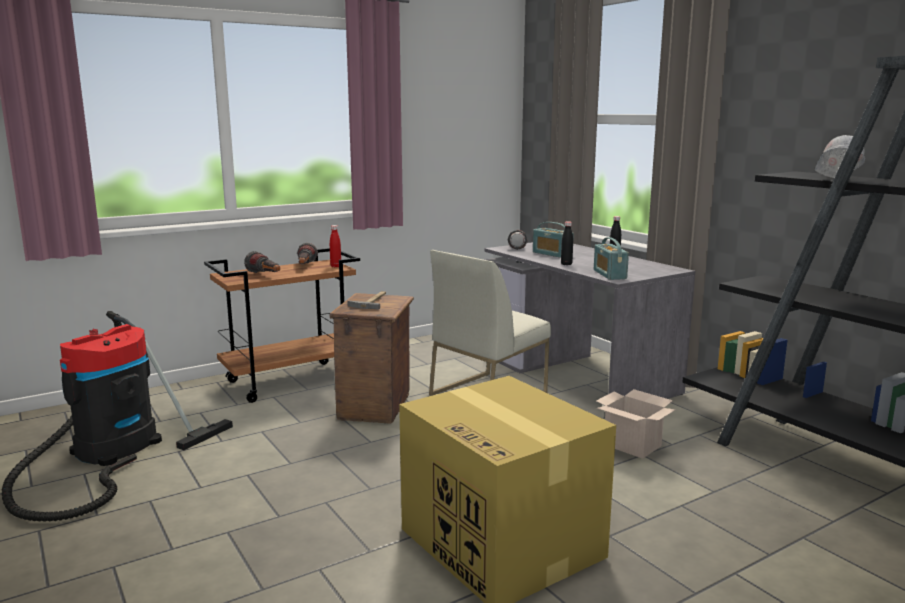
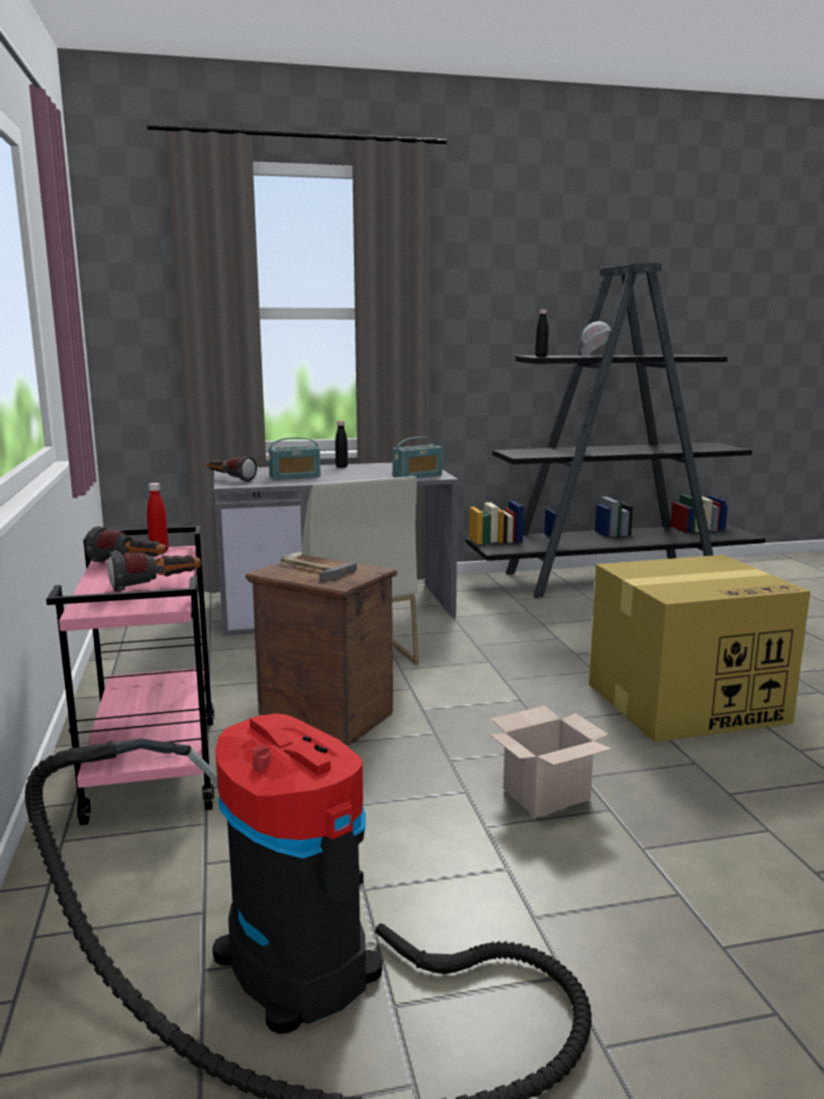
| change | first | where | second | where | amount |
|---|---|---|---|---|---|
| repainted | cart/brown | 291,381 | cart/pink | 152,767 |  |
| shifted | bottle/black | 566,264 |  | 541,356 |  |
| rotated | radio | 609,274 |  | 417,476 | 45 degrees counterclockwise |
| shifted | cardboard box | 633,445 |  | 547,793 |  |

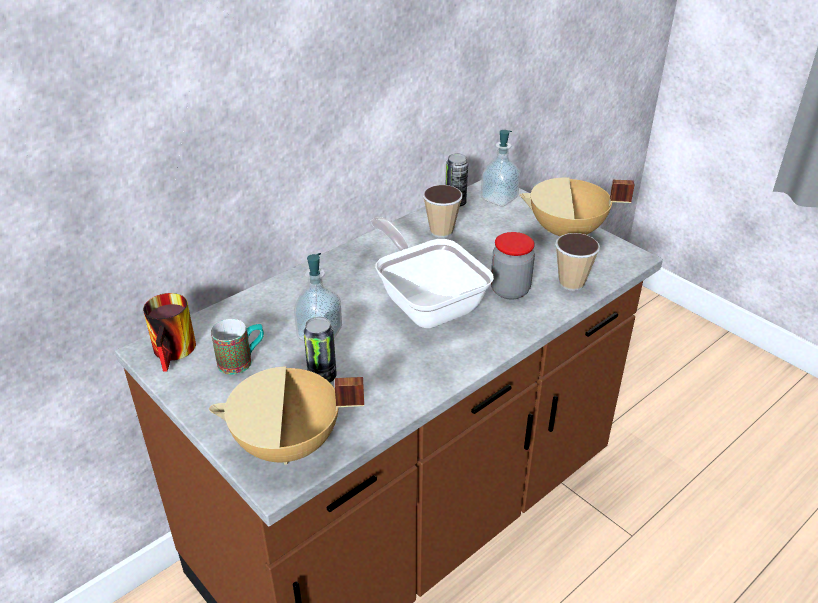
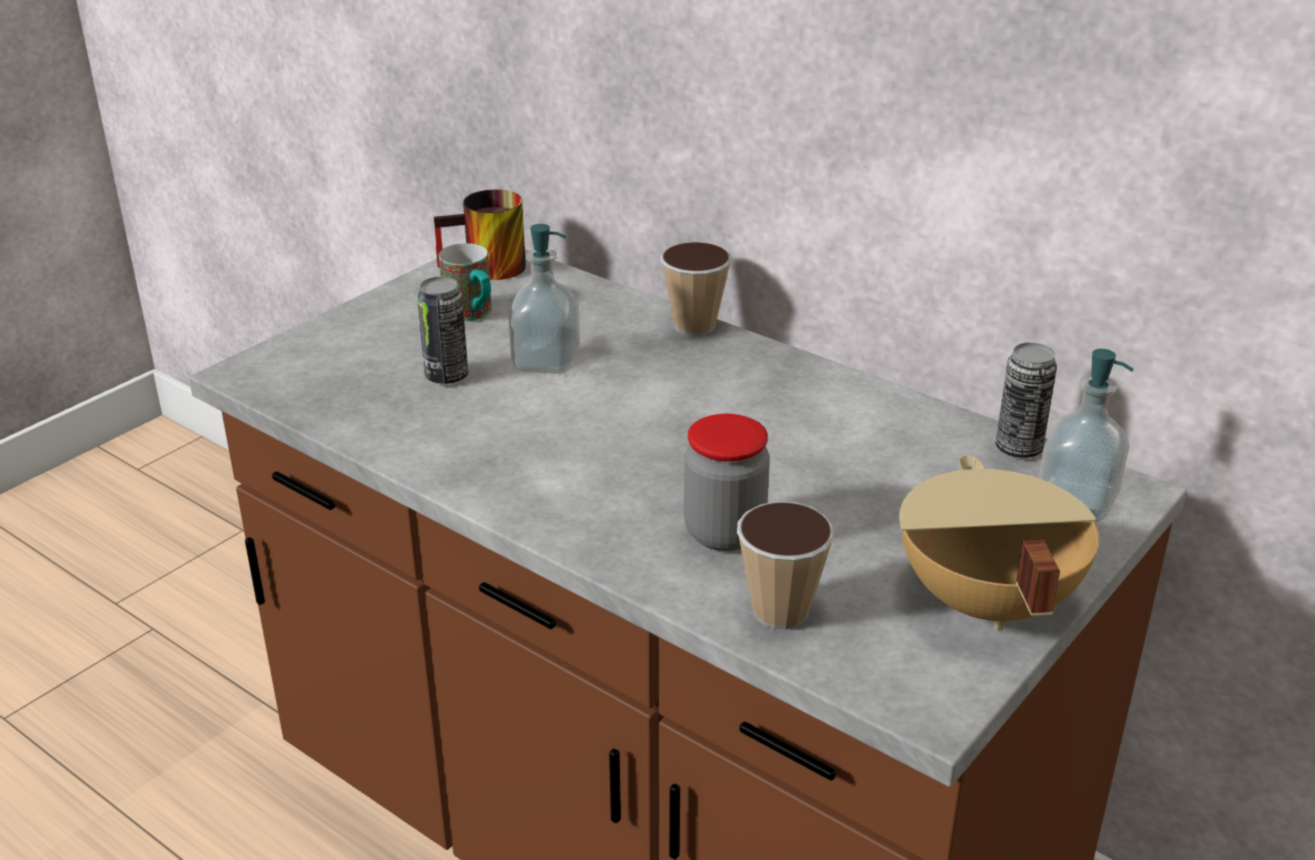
| change | first | where | second | where | amount |
|---|---|---|---|---|---|
| gone | cooking pot/beige | 288,446 |  |  |  |
| gone | frying pan | 427,303 |  |  |  |
| shifted | cup | 441,231 |  | 694,326 |  |

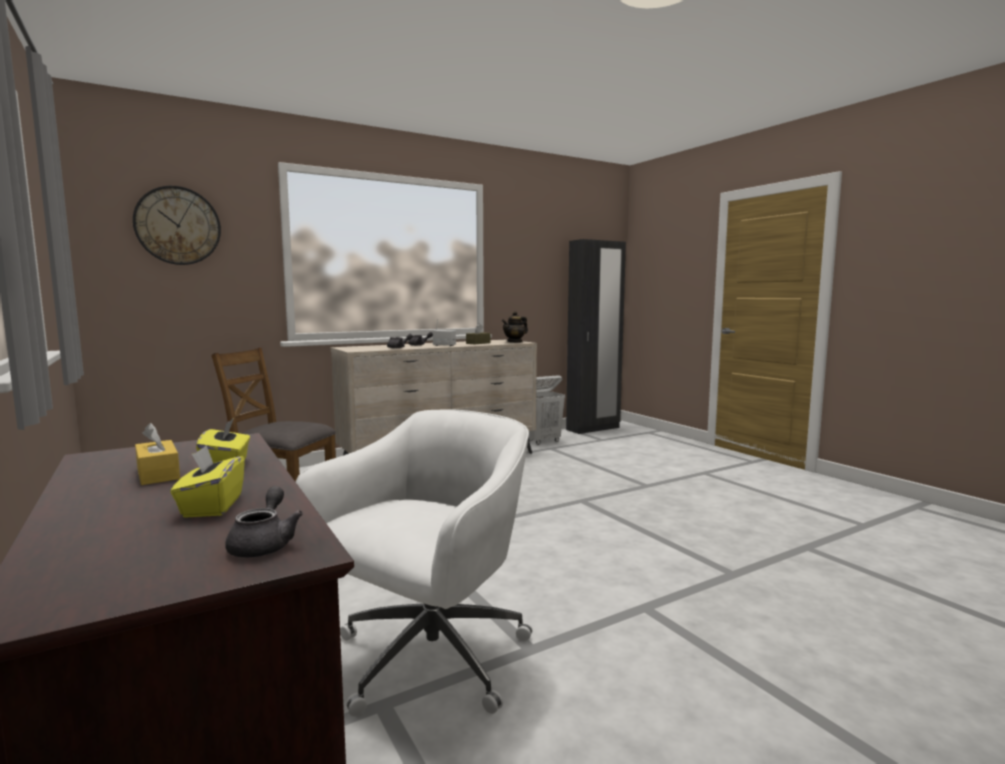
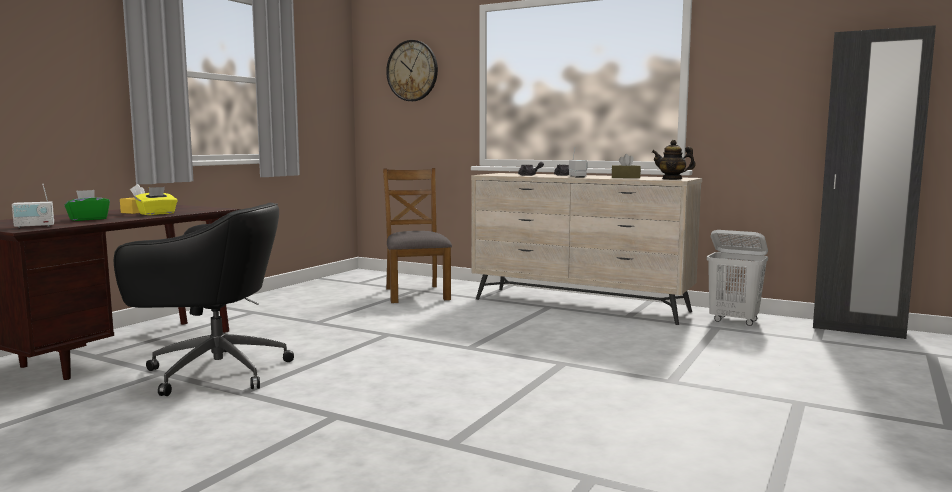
| change | first | where | second | where | amount |
|---|---|---|---|---|---|
| repainted | tissue box/yellow | 211,506 | tissue box/green | 88,219 |  |
| swapped | teapot/grey | 264,544 | radio | 34,226 |  |
| repainted | office chair/white | 427,659 | office chair/black | 213,372 |  |

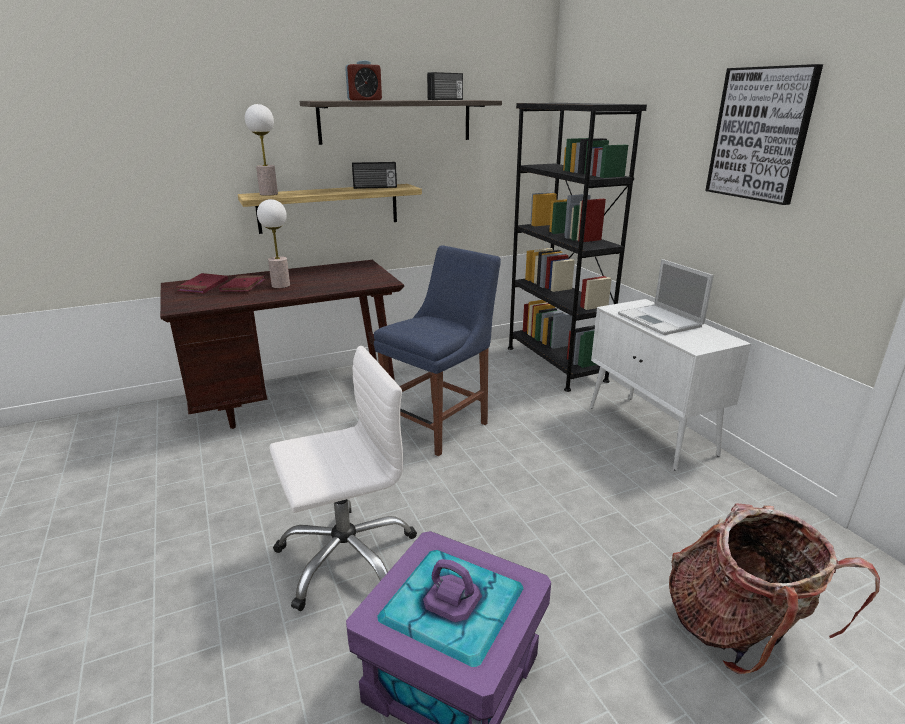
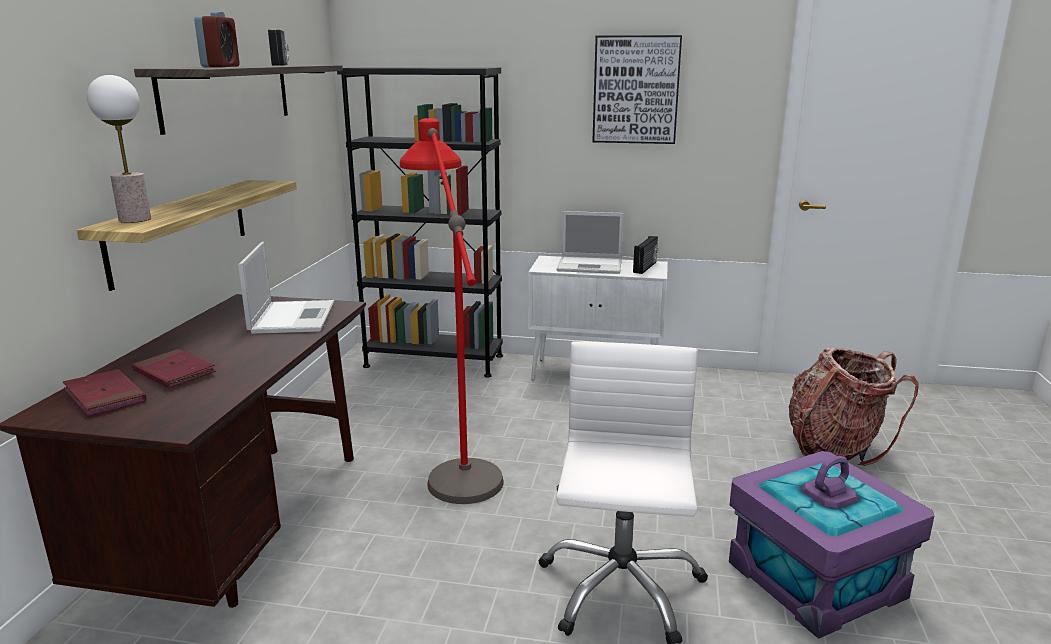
| change | first | where | second | where | amount |
|---|---|---|---|---|---|
| gone | table lamp | 280,285 |  |  |  |
| shifted | radio | 375,187 |  | 646,267 |  |
| swapped | chair/blue | 440,425 | floor lamp/red | 455,456 |  |
| new |  |  | laptop | 293,317 |  |

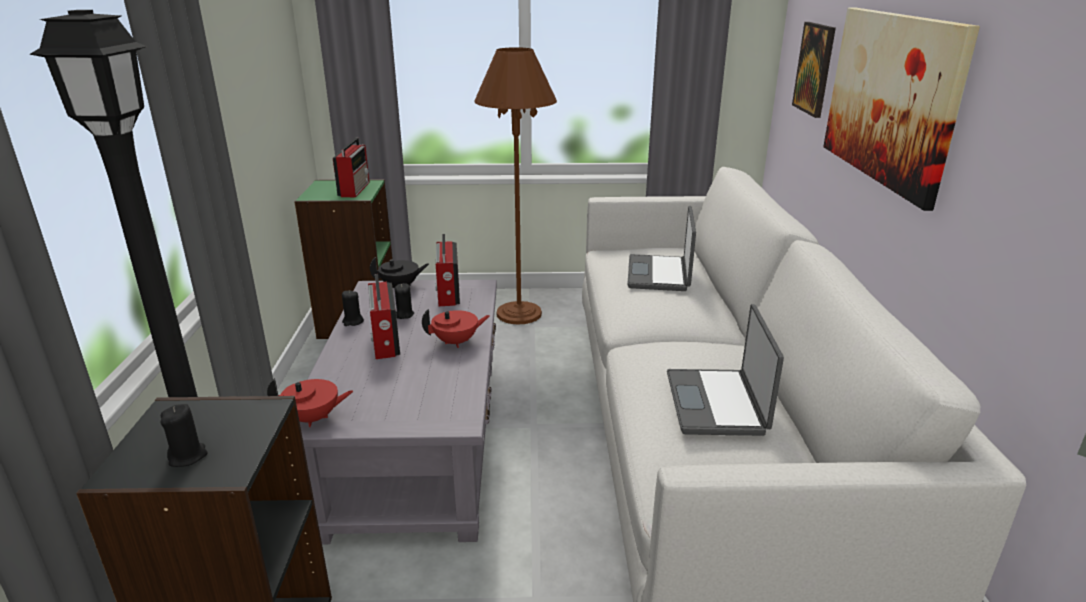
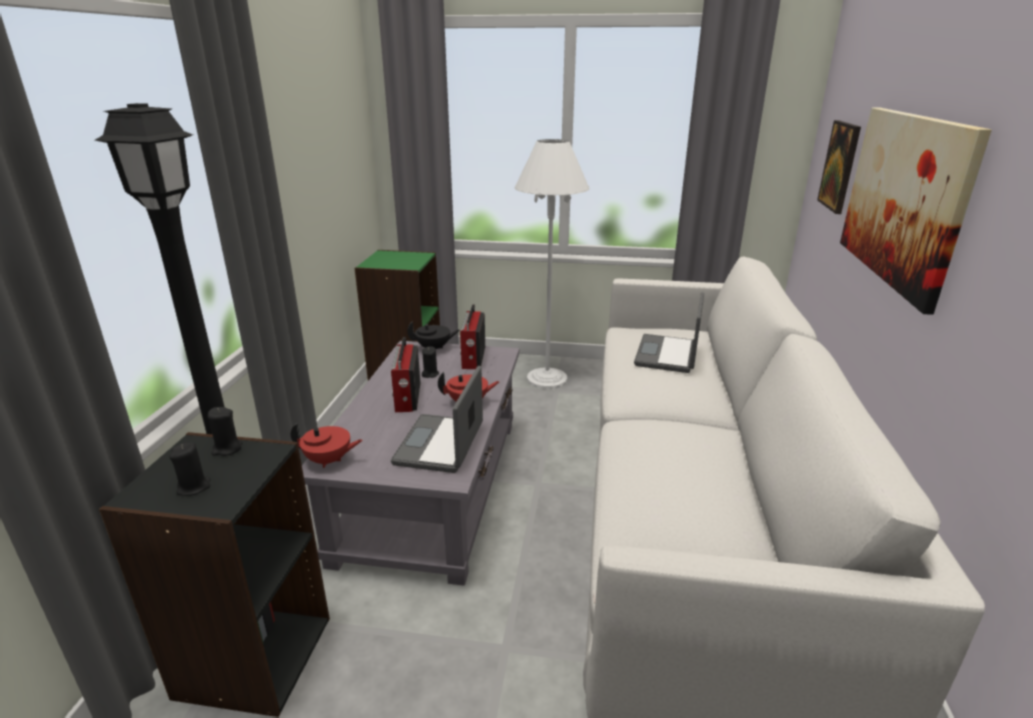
| change | first | where | second | where | amount |
|---|---|---|---|---|---|
| gone | radio | 355,189 |  |  |  |
| shifted | candle/black | 353,321 |  | 227,449 |  |
| repainted | floor lamp/brown | 519,313 | floor lamp/white | 547,379 |  |
| shifted | laptop | 717,403 |  | 441,444 |  |

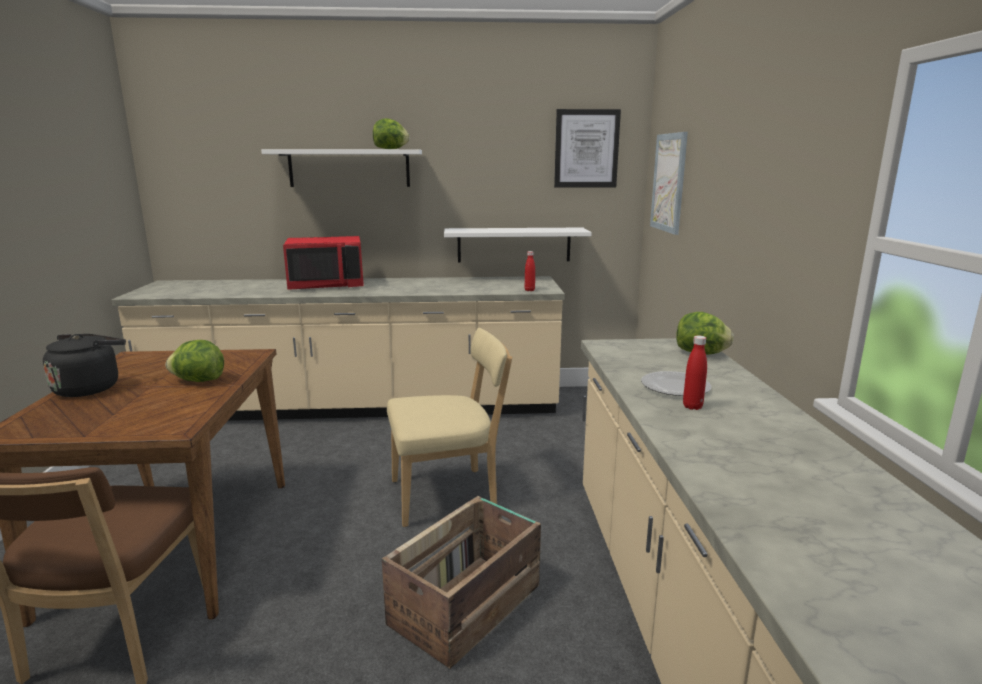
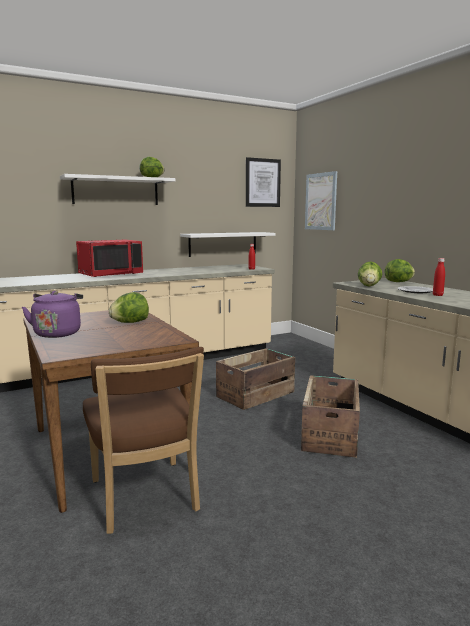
| change | first | where | second | where | amount |
|---|---|---|---|---|---|
| repainted | kettle/black | 90,388 | kettle/purple | 58,333 |  |
| swapped | chair/beige | 449,495 | crate | 256,394 |  |
| new |  |  | lettuce | 369,286 |  |

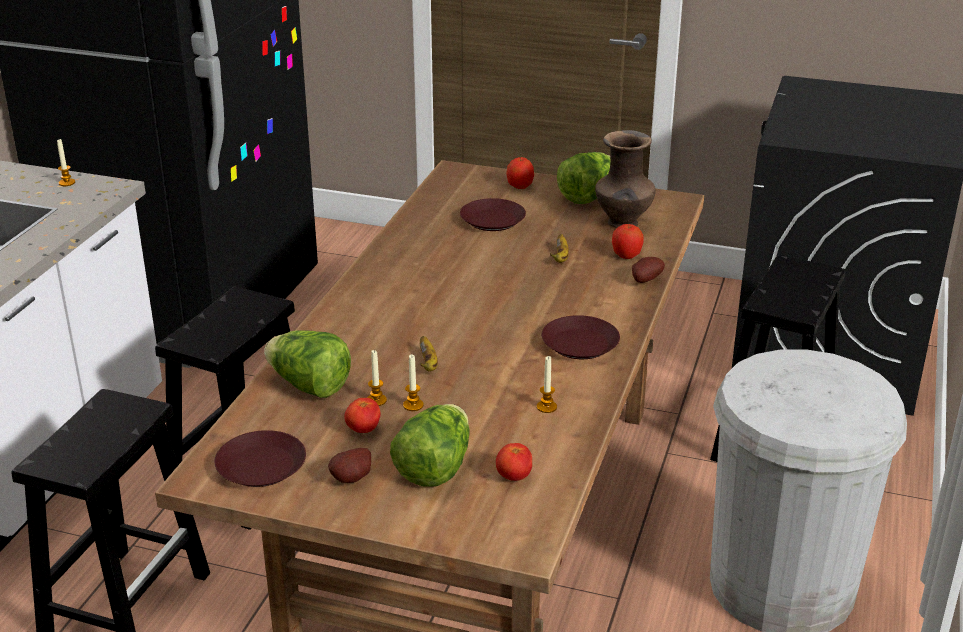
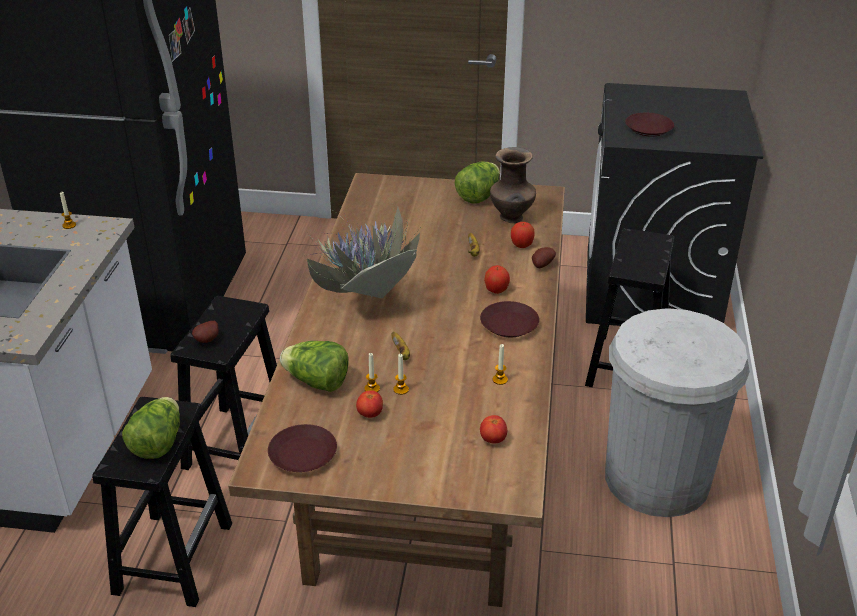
| change | first | where | second | where | amount |
|---|---|---|---|---|---|
| shifted | potato | 353,479 |  | 208,340 |  |
| shifted | lettuce | 435,468 |  | 158,443 |  |
| shifted | plate/brown | 493,220 |  | 649,128 |  |
| shifted | apple | 520,186 |  | 496,290 |  |
| new |  |  | potted plant | 366,303 |  |

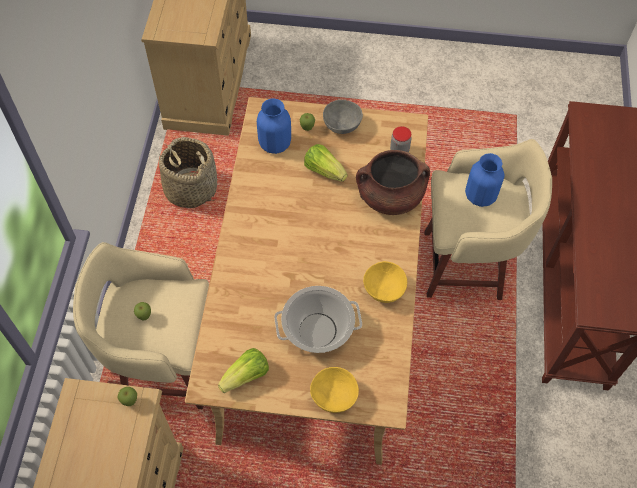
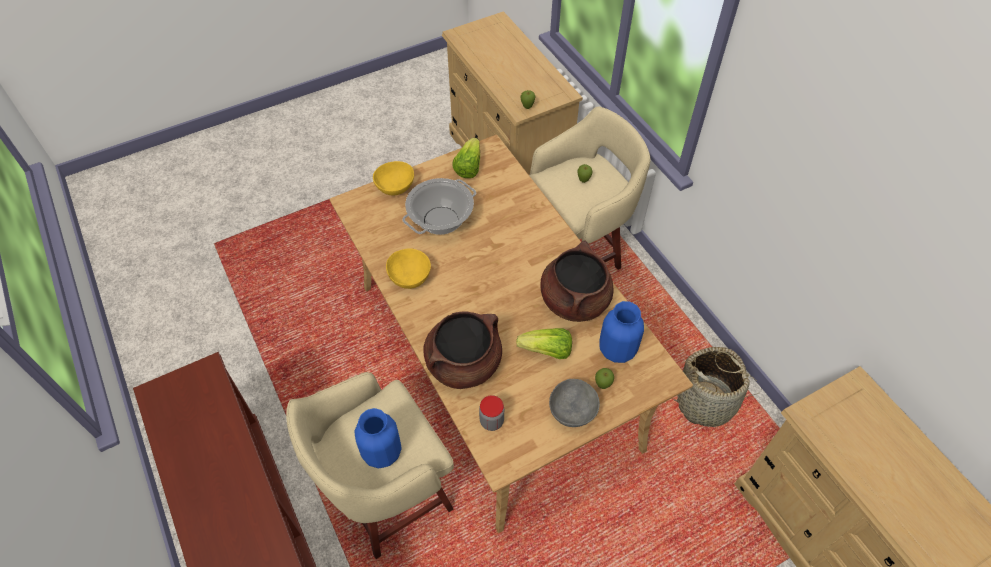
| change | first | where | second | where | amount |
|---|---|---|---|---|---|
| new |  |  | cooking pot/brown | 574,300 |  |

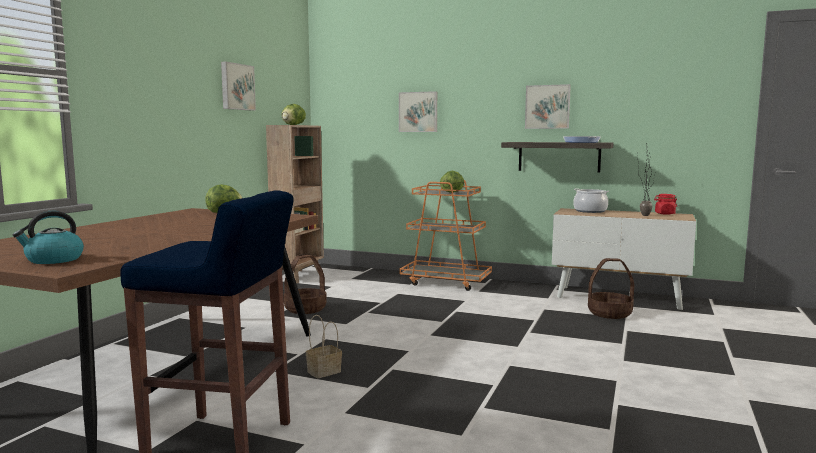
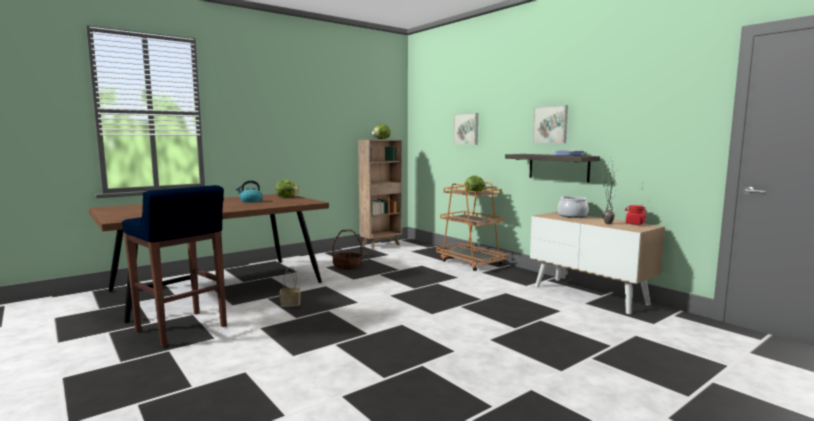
| change | first | where | second | where | amount |
|---|---|---|---|---|---|
| shifted | kettle | 53,260 |  | 250,201 |  |
| gone | picture | 236,87 |  |  |  |
| gone | basket | 609,313 |  |  |  |

